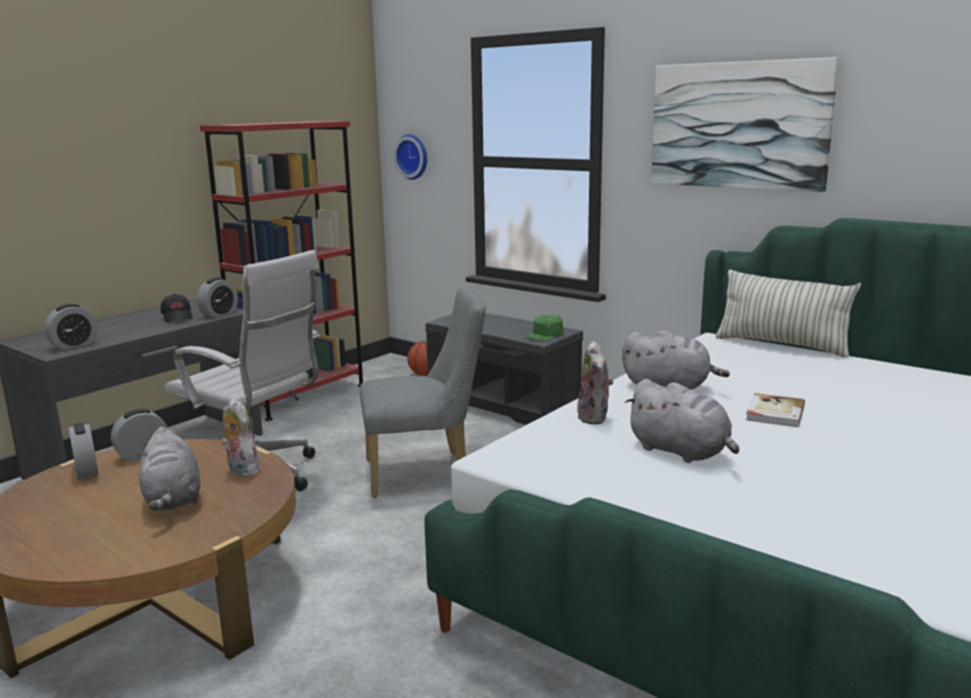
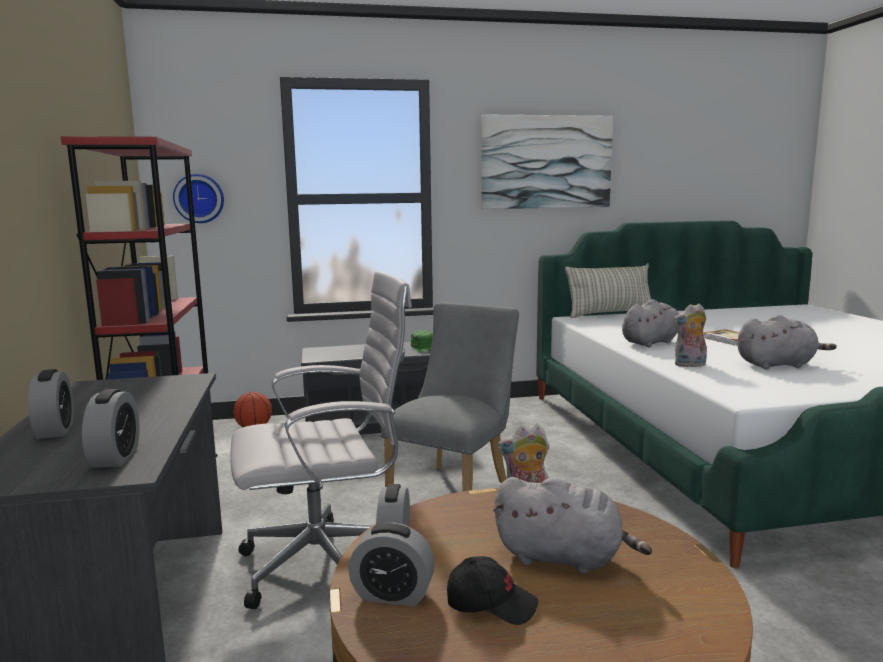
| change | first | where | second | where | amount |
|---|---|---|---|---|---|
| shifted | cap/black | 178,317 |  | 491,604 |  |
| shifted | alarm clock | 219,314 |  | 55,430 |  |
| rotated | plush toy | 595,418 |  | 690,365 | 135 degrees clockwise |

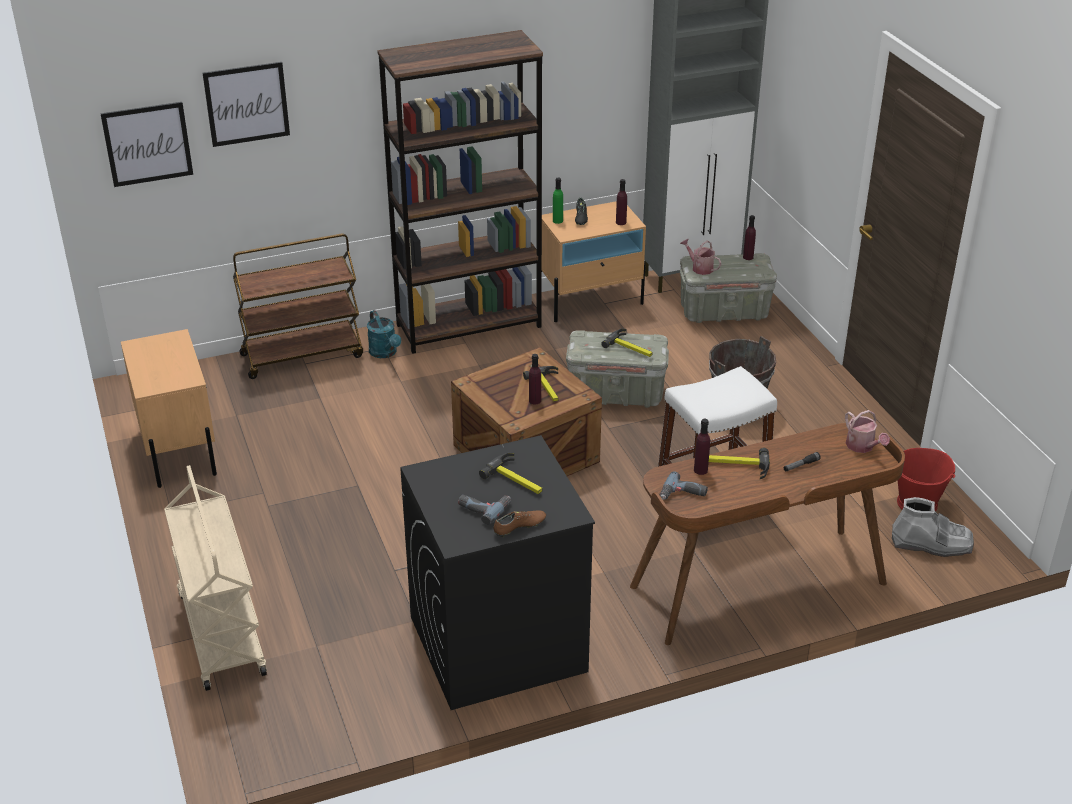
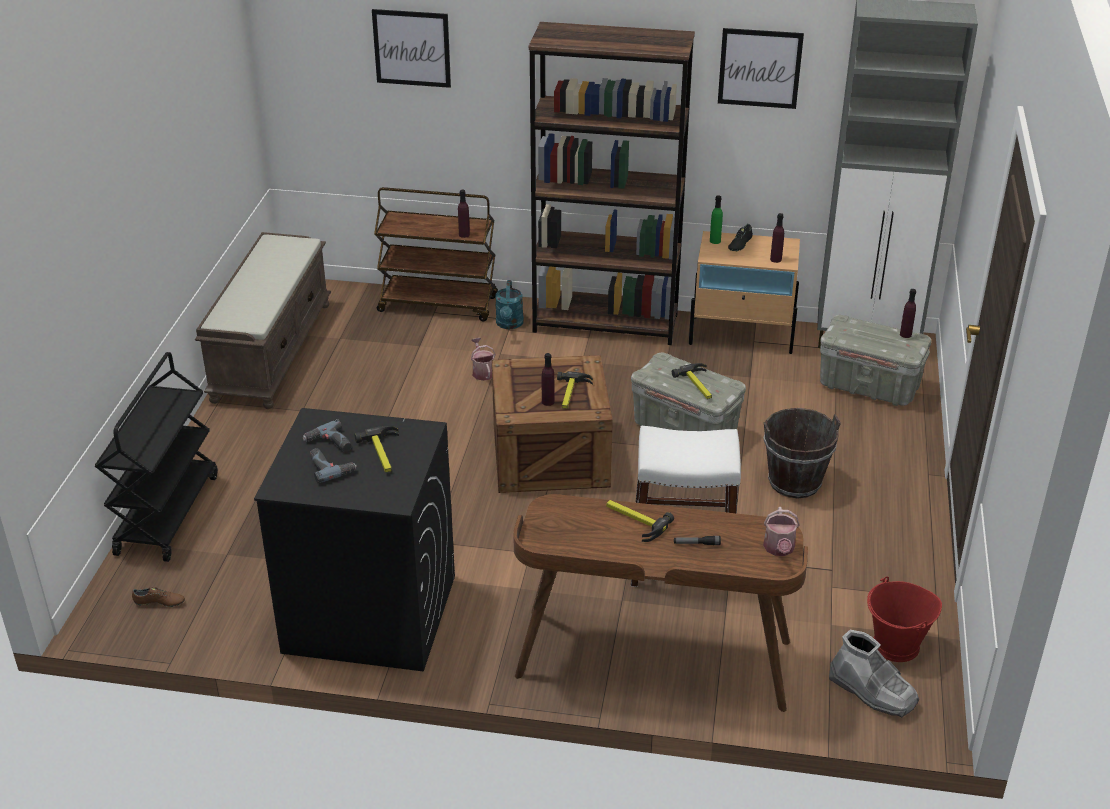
| change | first | where | second | where | amount |
|---|---|---|---|---|---|
| shifted | picture | 147,144 |  | 760,68 |  |
| swapped | nightstand/beige | 178,448 | bench/brown | 271,350 |  |
| repainted | cart/beige | 221,632 | cart/black | 167,513 |  |
| shifted | shoe/brown | 519,527 |  | 159,603 |  |
| shifted | power drill | 683,495 |  | 329,444 |  |
| shifted | watering can | 700,268 |  | 482,371 |  |
| shifted | bottle/purple | 700,470 |  | 464,234 |  |

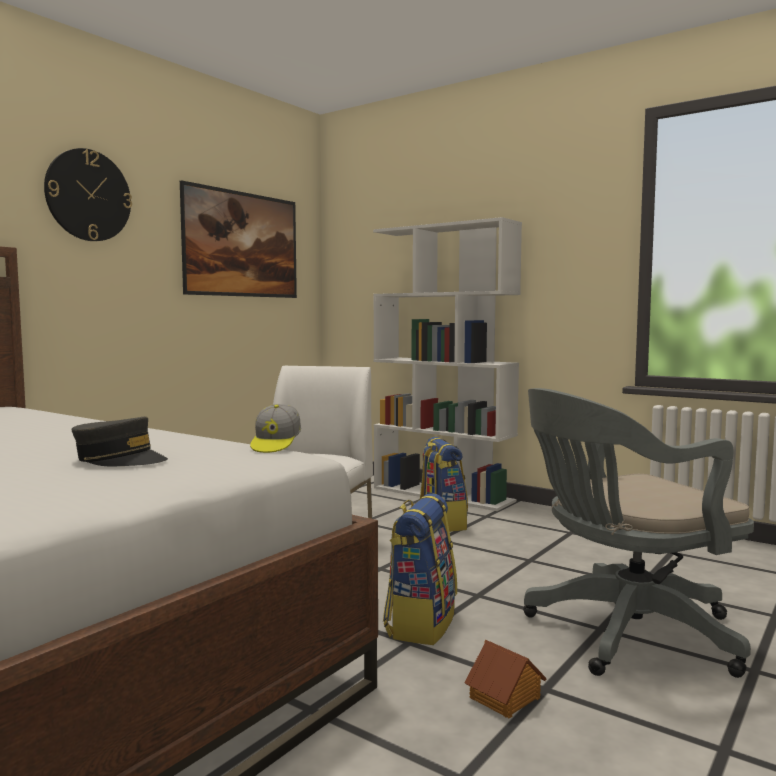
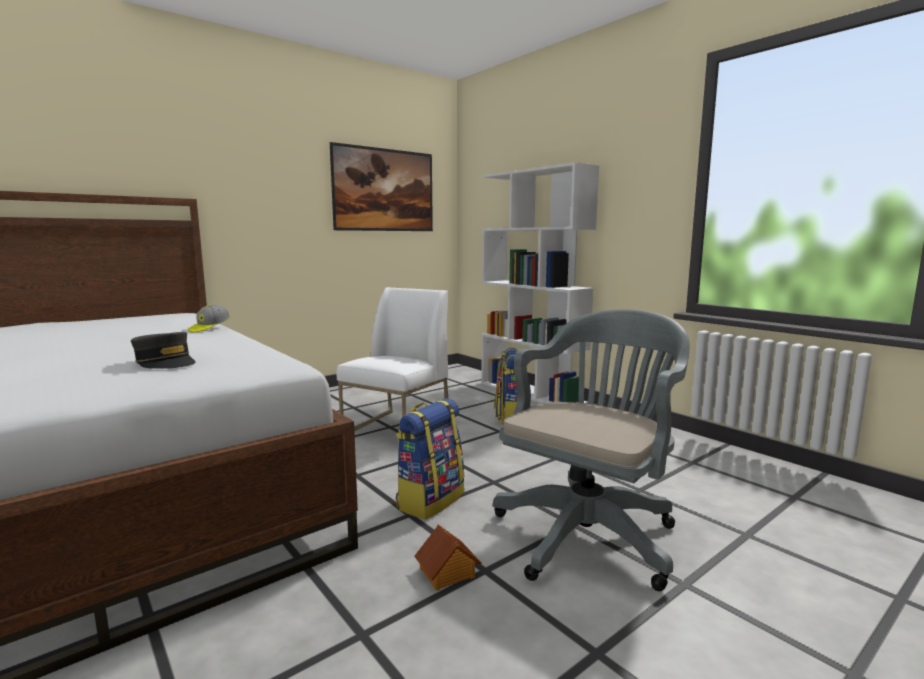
| change | first | where | second | where | amount |
|---|---|---|---|---|---|
| gone | wall clock | 88,195 |  |  |  |
| shifted | cap | 275,445 |  | 209,328 |  |
| rotated | office chair/grey | 624,634 |  | 590,532 | 135 degrees clockwise |

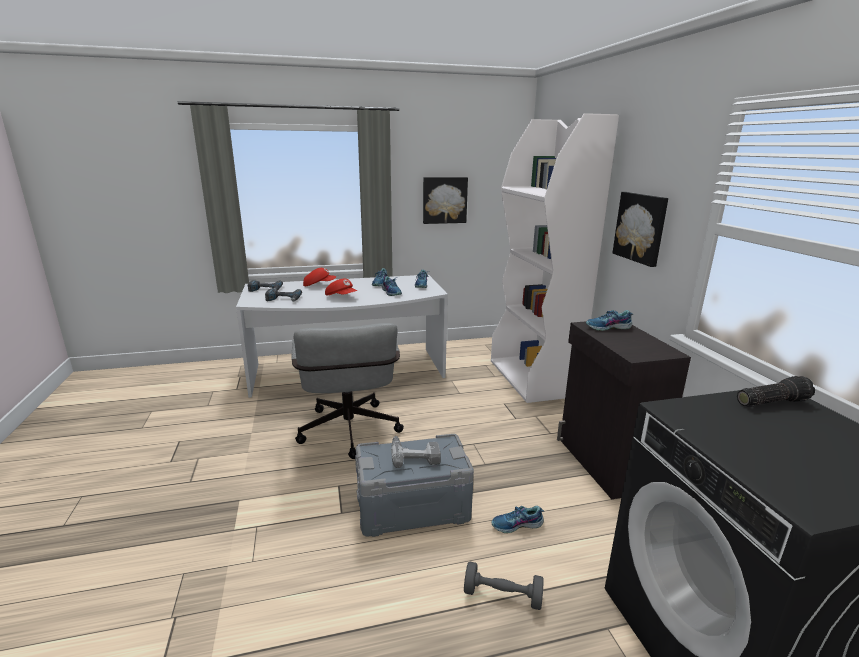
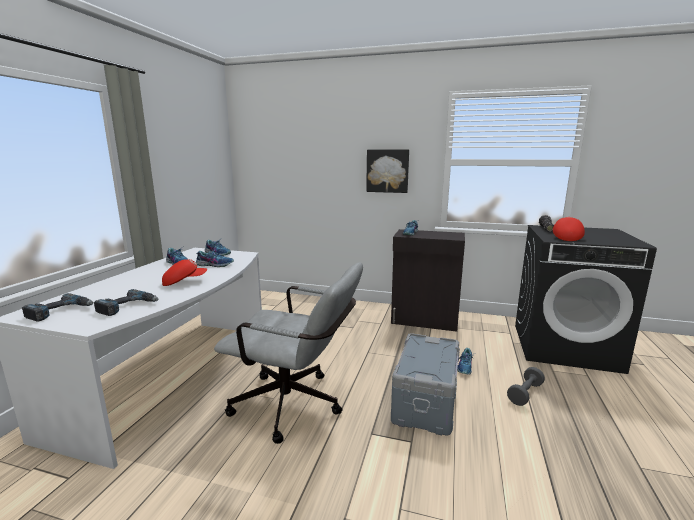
| change | first | where | second | where | amount |
|---|---|---|---|---|---|
| shifted | cap/red | 319,285 |  | 566,237 |  |
| gone | power drill | 414,454 |  |  |  |
| gone | picture | 444,200 |  |  |  |
| gone | bookcase/white | 533,378 |  |  |  |

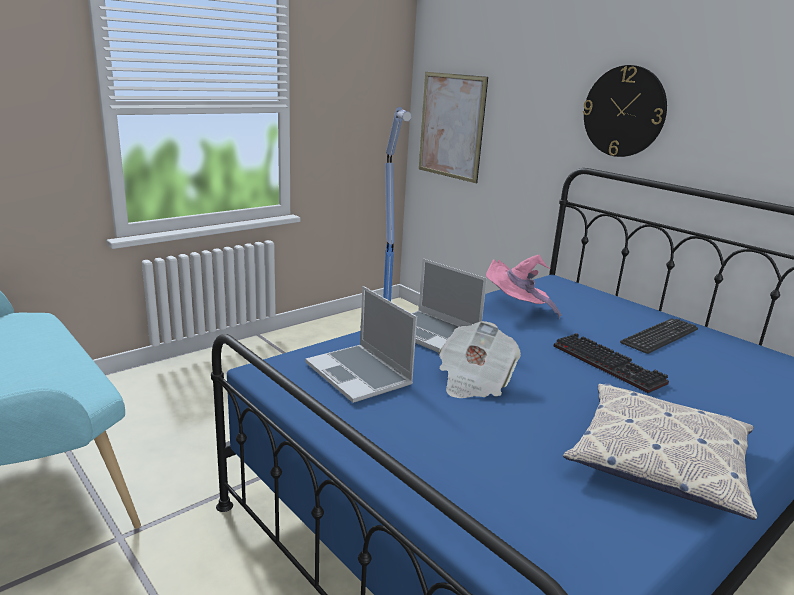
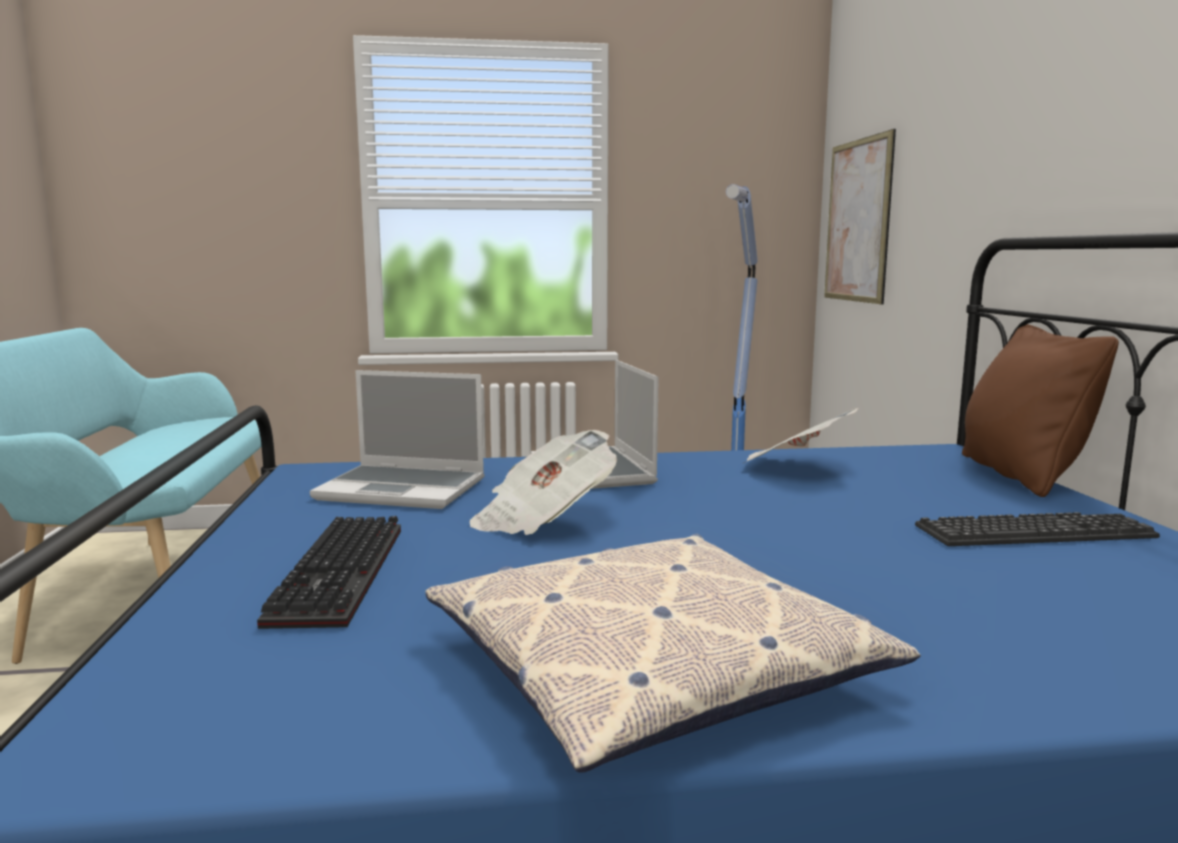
| change | first | where | second | where | amount |
|---|---|---|---|---|---|
| rotated | laptop | 360,375 |  | 404,489 | 75 degrees counterclockwise |
| swapped | hat/pink | 516,308 | newspaper | 794,467 |  |
| shifted | keyboard | 610,365 |  | 344,575 |  |
| gone | wall clock | 624,111 |  |  |  |
| new |  |  | pillow/brown | 1021,475 |  |

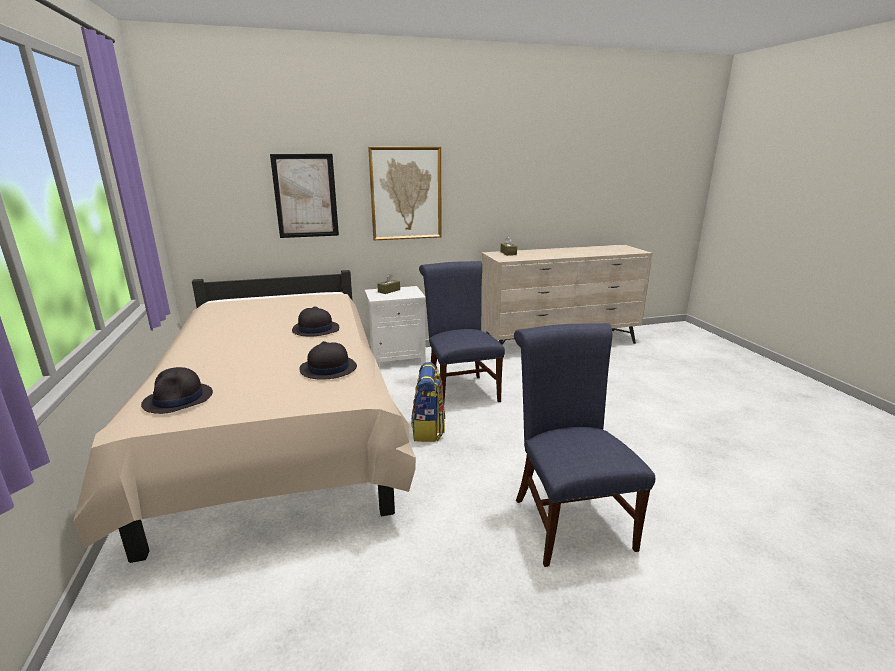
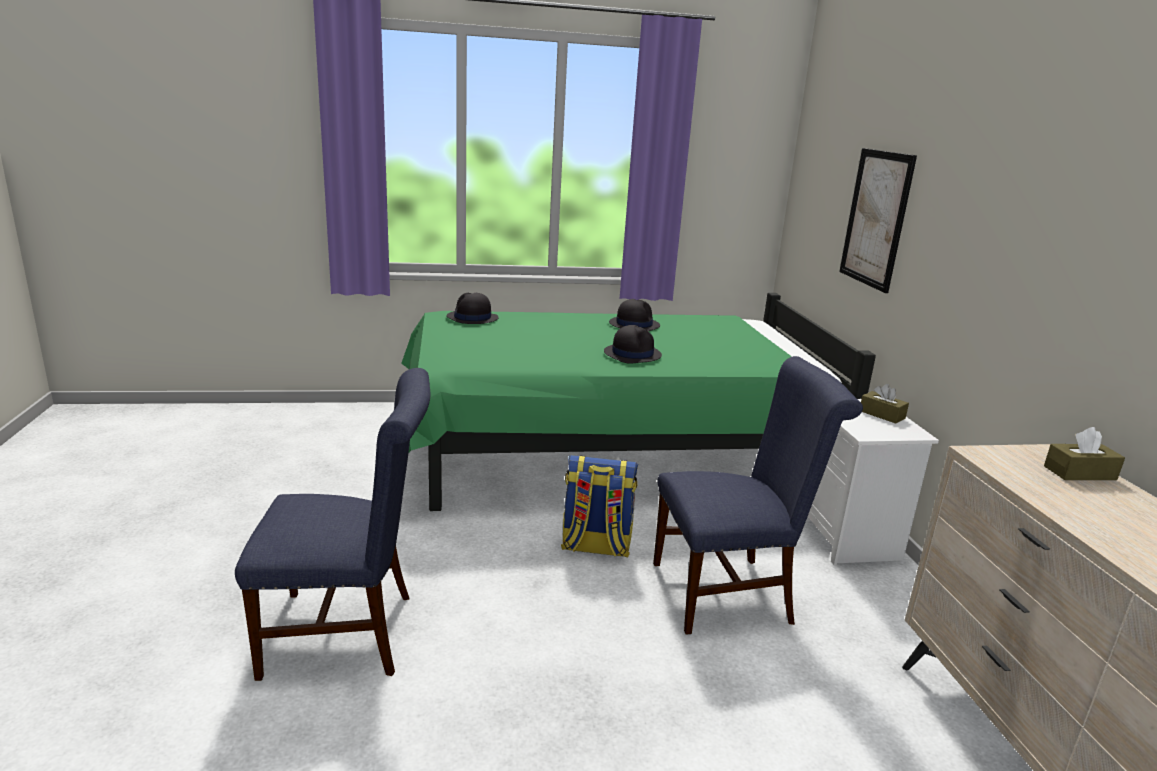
| change | first | where | second | where | amount |
|---|---|---|---|---|---|
| repainted | bed/beige | 279,432 | bed/green | 606,451 |  |
| shifted | hat/black | 328,368 |  | 634,324 |  |
| gone | picture | 406,194 |  |  |  |

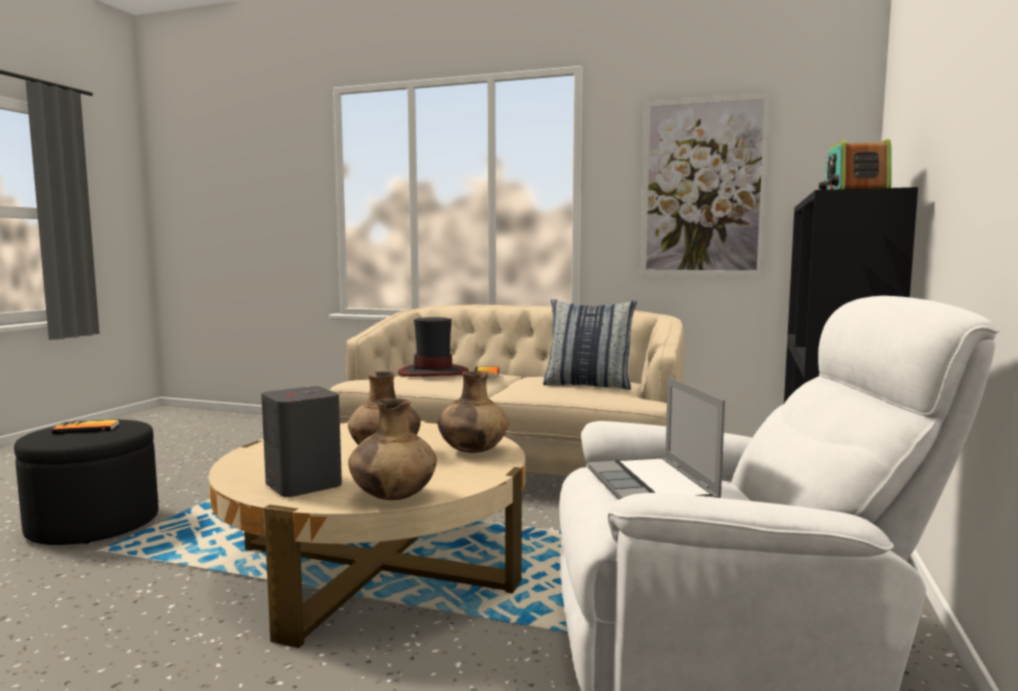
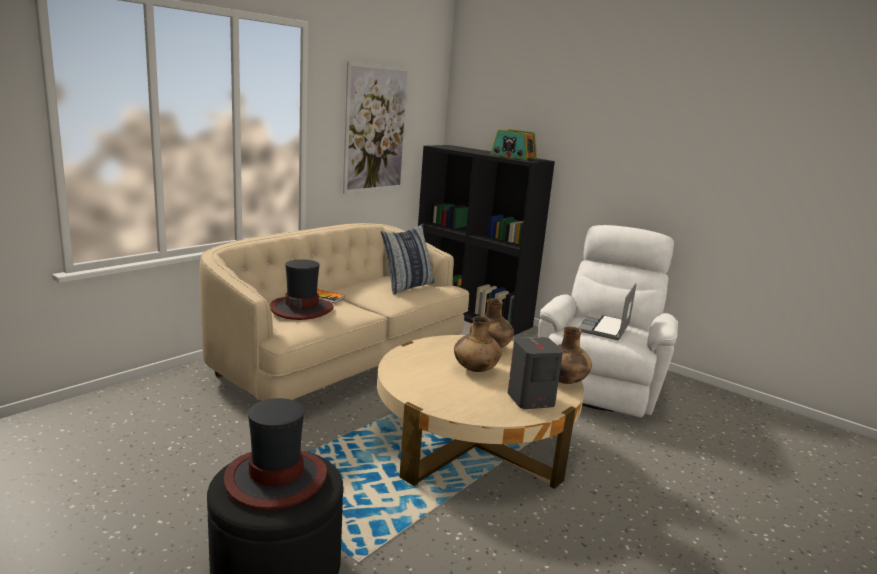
| change | first | where | second | where | amount |
|---|---|---|---|---|---|
| swapped | book | 86,428 | hat | 276,478 |  |
| rotated | laptop | 653,487 |  | 604,328 | 105 degrees clockwise |

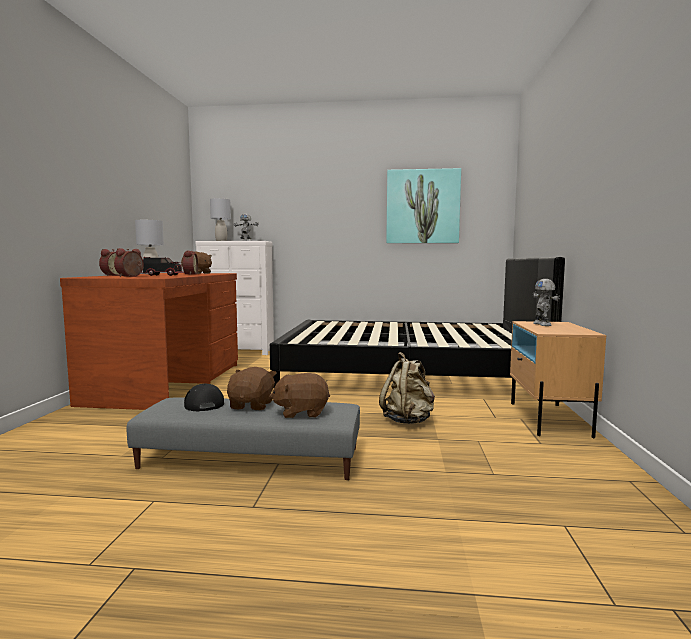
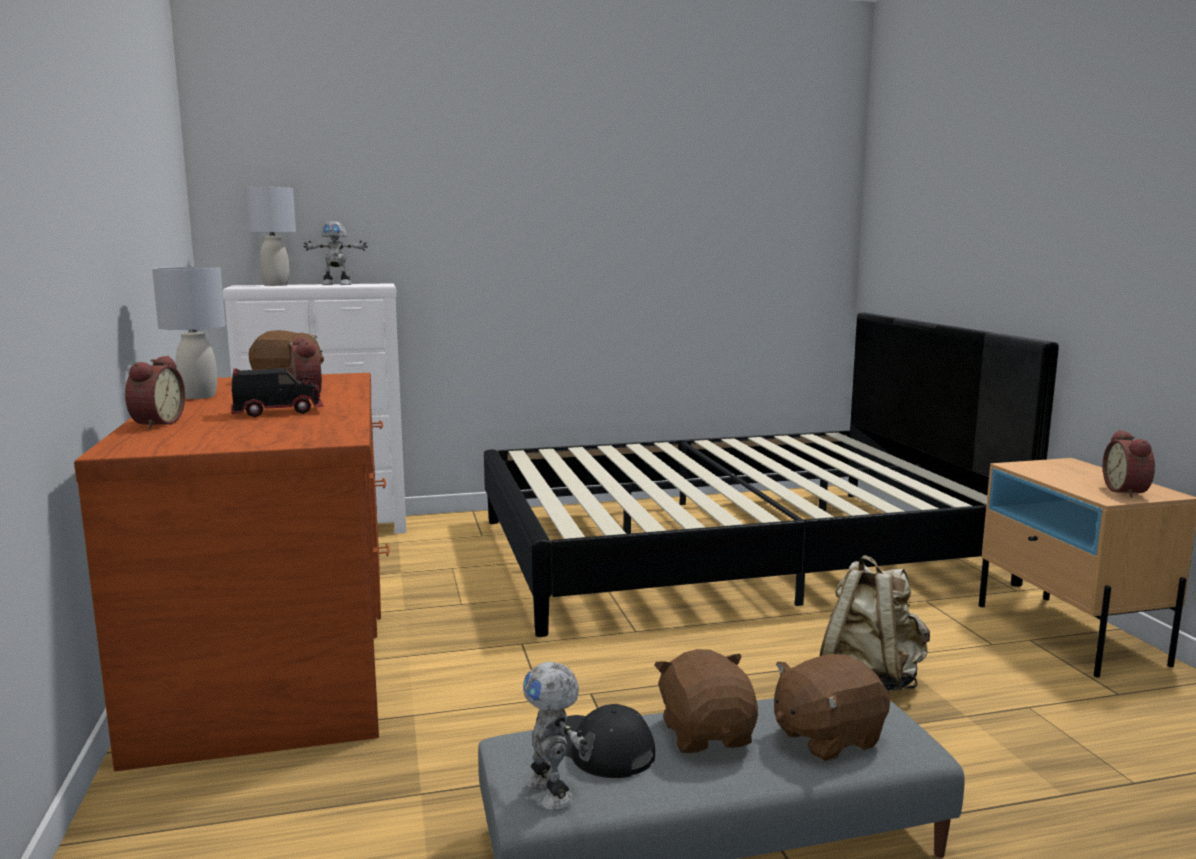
| change | first | where | second | where | amount |
|---|---|---|---|---|---|
| shifted | alarm clock | 131,276 |  | 1128,491 |  |
| gone | picture | 422,206 |  |  |  |
| shifted | toy robot | 543,324 |  | 552,791 |  |

